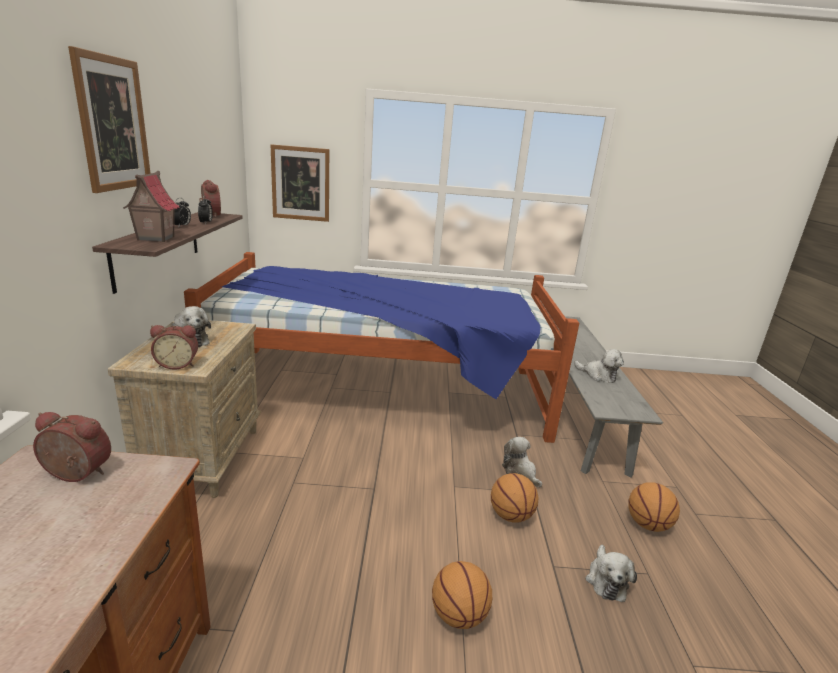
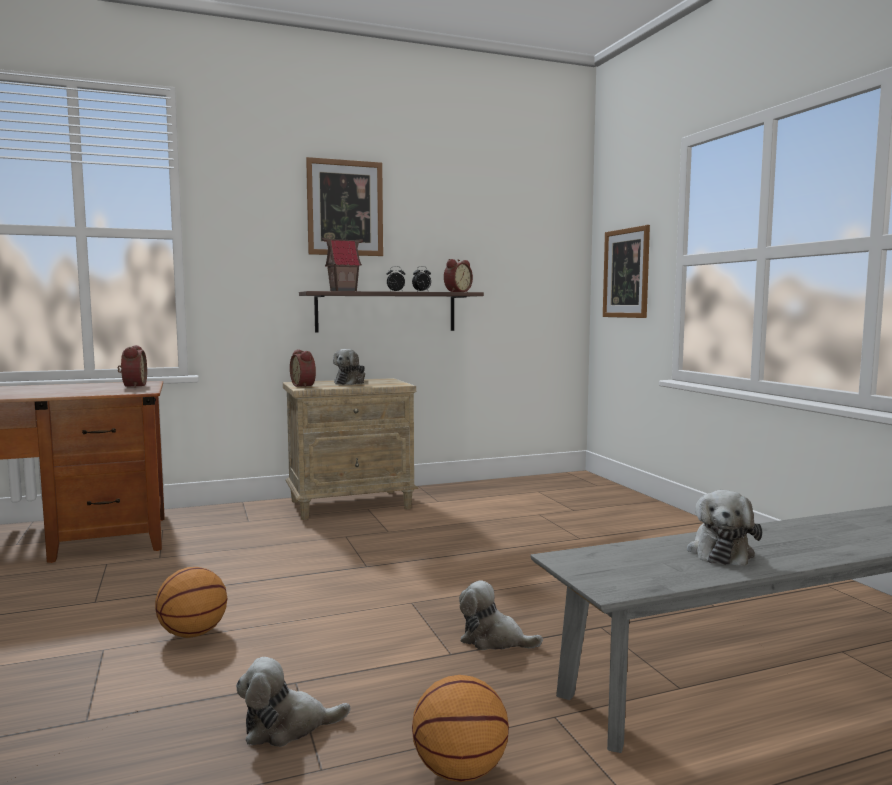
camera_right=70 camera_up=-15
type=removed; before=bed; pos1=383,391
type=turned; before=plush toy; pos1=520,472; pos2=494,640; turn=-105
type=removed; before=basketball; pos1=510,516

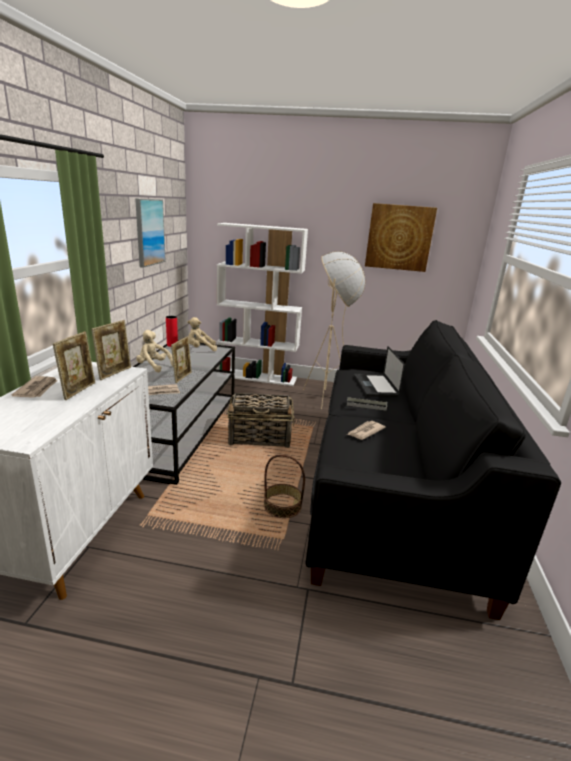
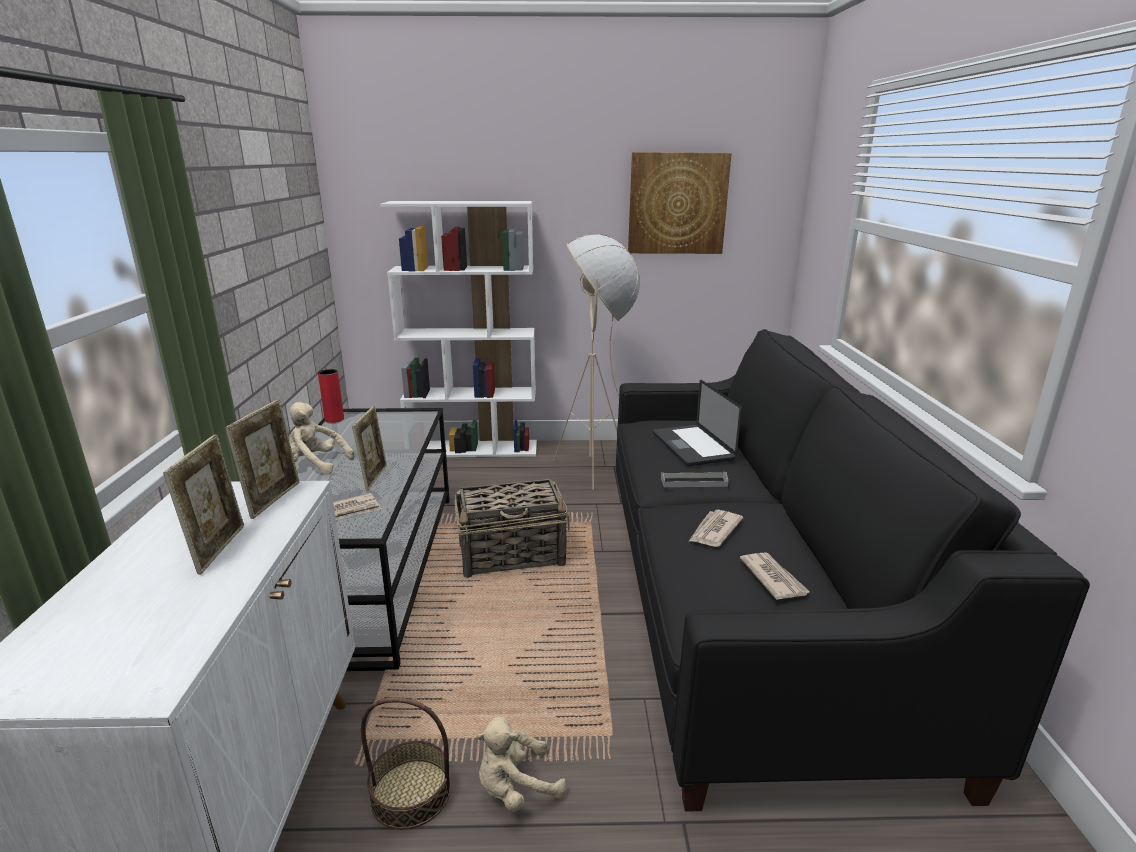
camera_right=-10 camera_up=0
type=removed; before=picture; pos1=149,232
type=moved; before=beige plush toy; pos1=200,349; pos2=516,789
type=moved; before=newspaper; pos1=37,389; pos2=773,578
type=moved; before=basket; pos1=282,505; pos2=411,792

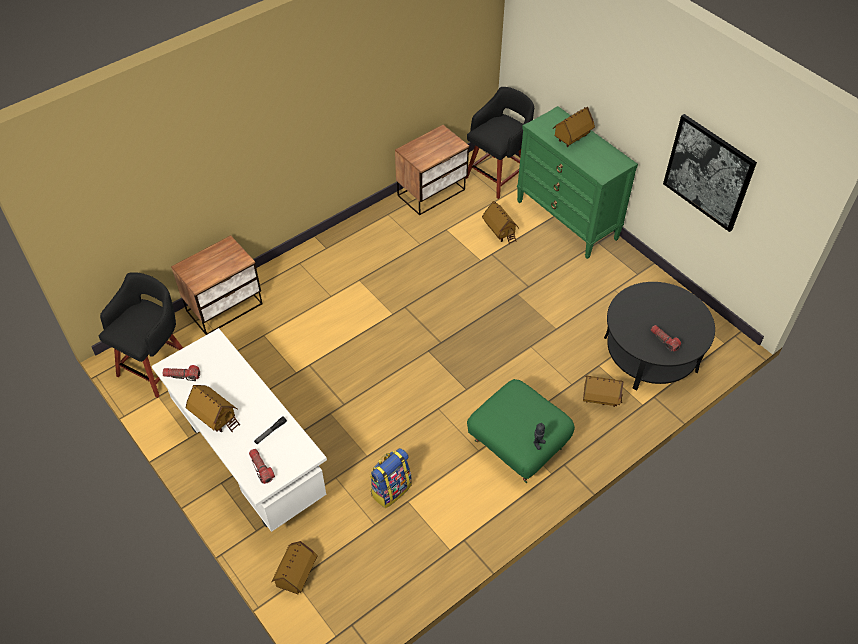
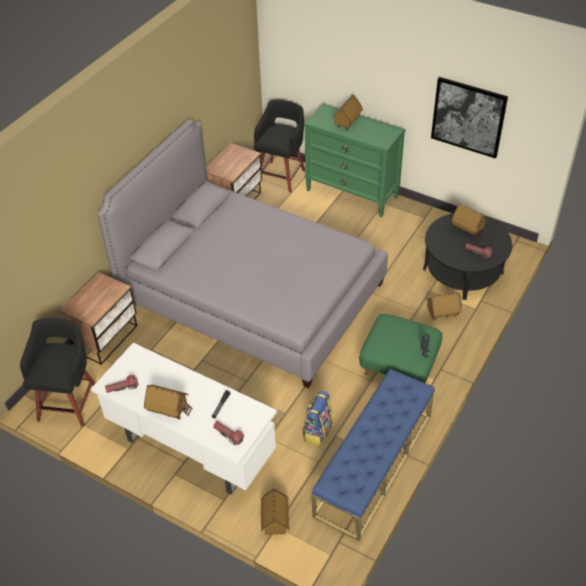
camera_right=-20 camera_up=-5
type=moved; before=toy house; pos1=500,232; pos2=468,230
type=added; after=grey bed; pos2=252,294
type=added; after=blue bench; pos2=373,465

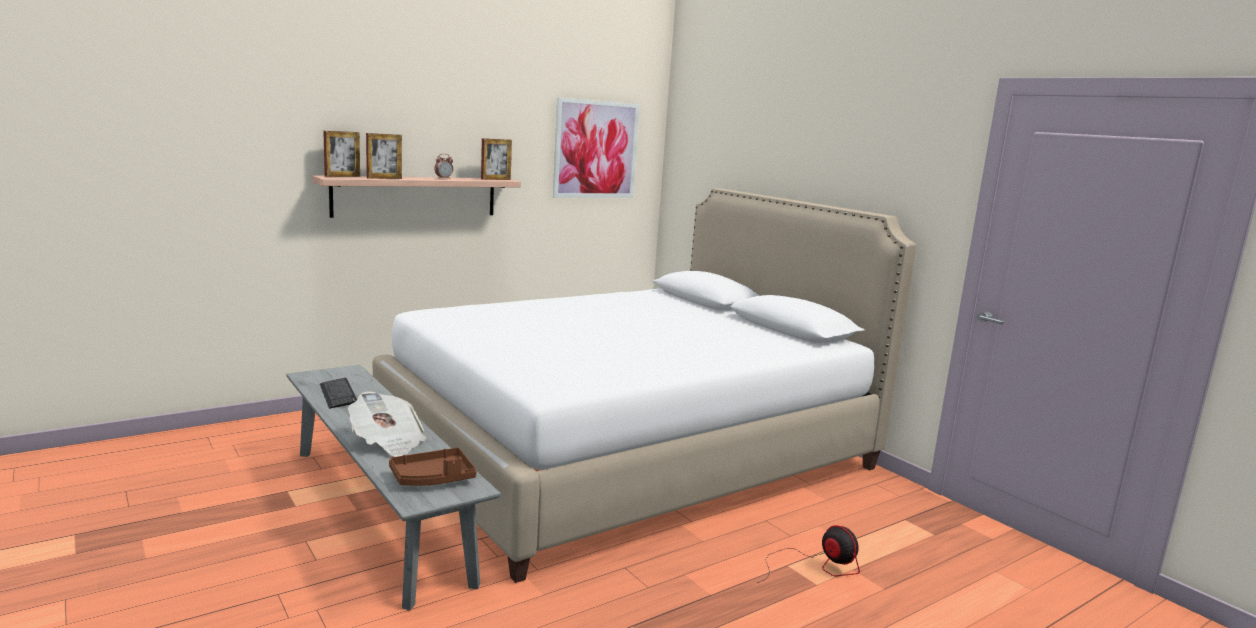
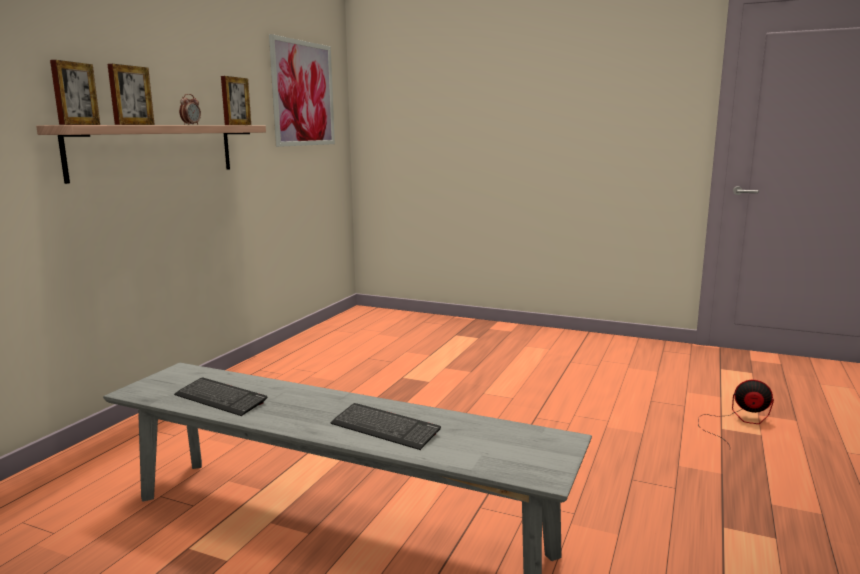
camera_right=-30 camera_up=0
type=removed; before=white bed; pos1=628,453
type=replaced; before=newspaper; after=keyboard; pos1=387,443; pos2=385,428
type=removed; before=brown tray; pos1=433,478

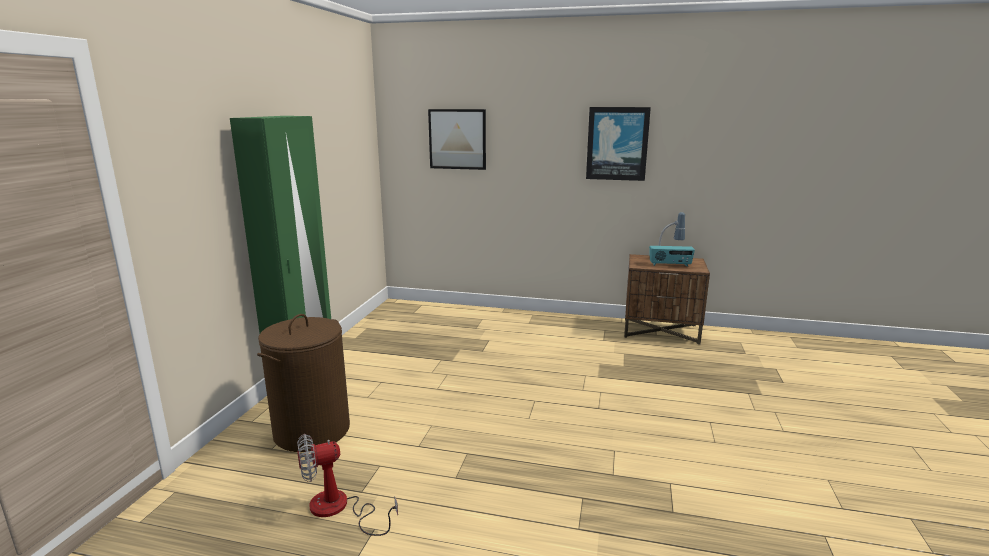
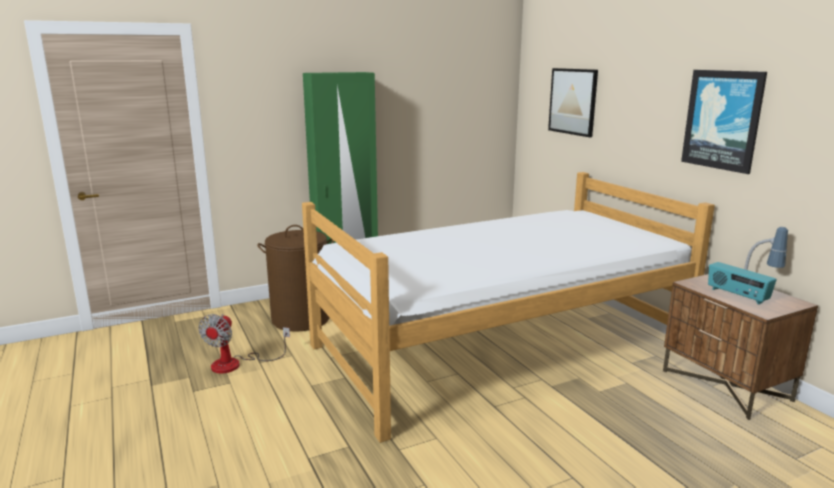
camera_right=50 camera_up=0
type=turned; before=fan; pos1=339,509; pos2=236,364; turn=-105
type=added; after=bed; pos2=501,347

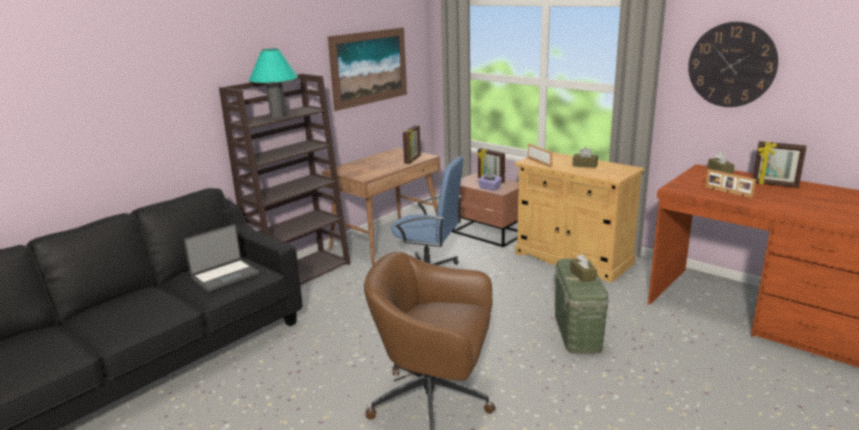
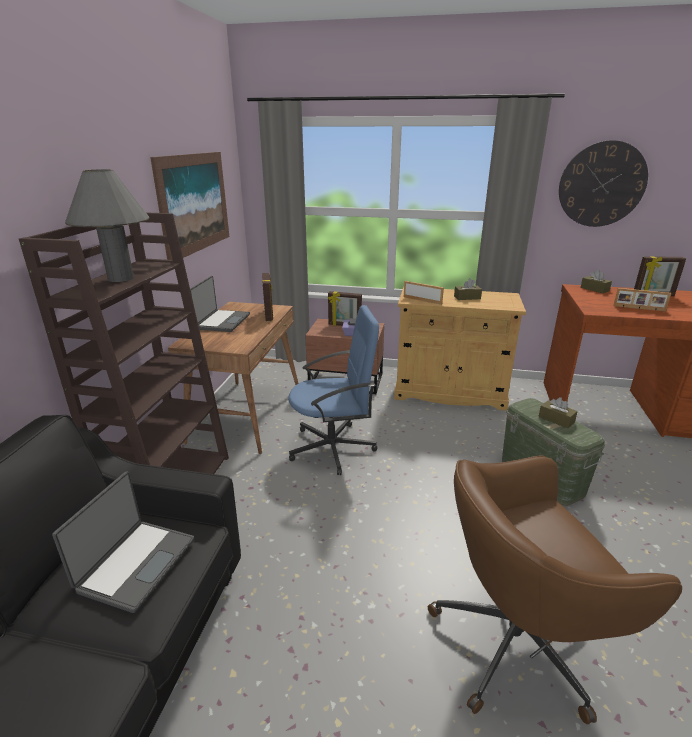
camera_right=-30 camera_up=5
type=recoloured; before=turquoise table lamp; after=grey table lamp; pos1=278,116; pos2=121,278
type=added; after=laptop; pos2=222,321

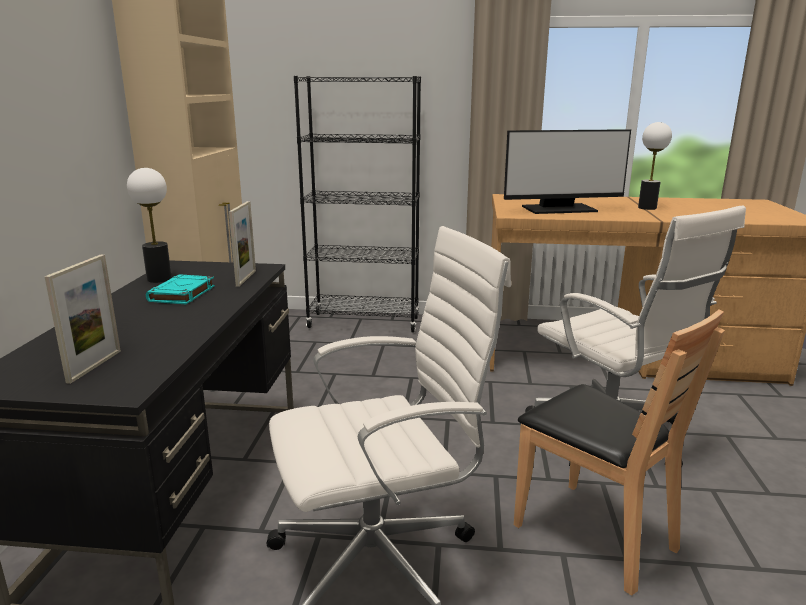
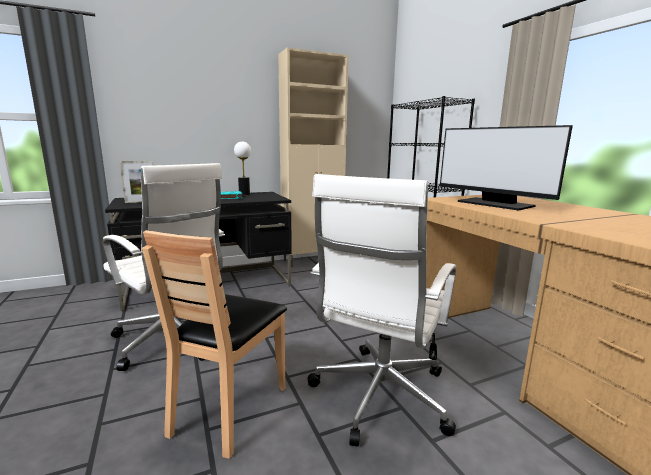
camera_right=60 camera_up=-5
type=removed; before=table lamp; pos1=647,208
type=removed; before=picture frame; pos1=246,278

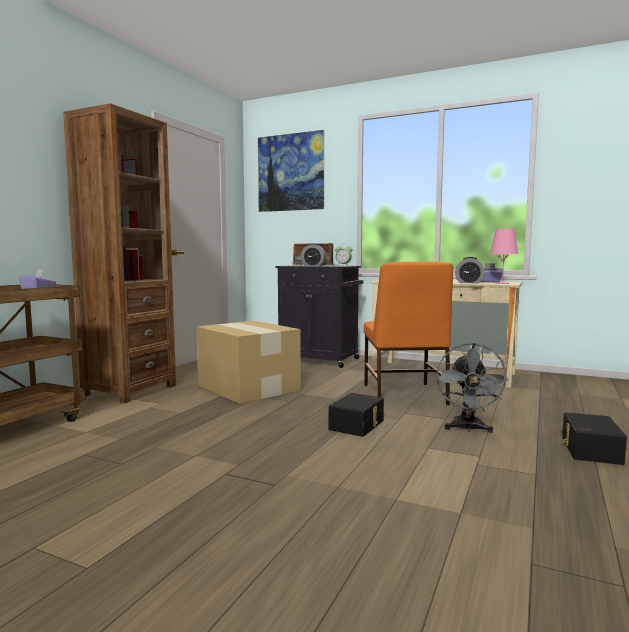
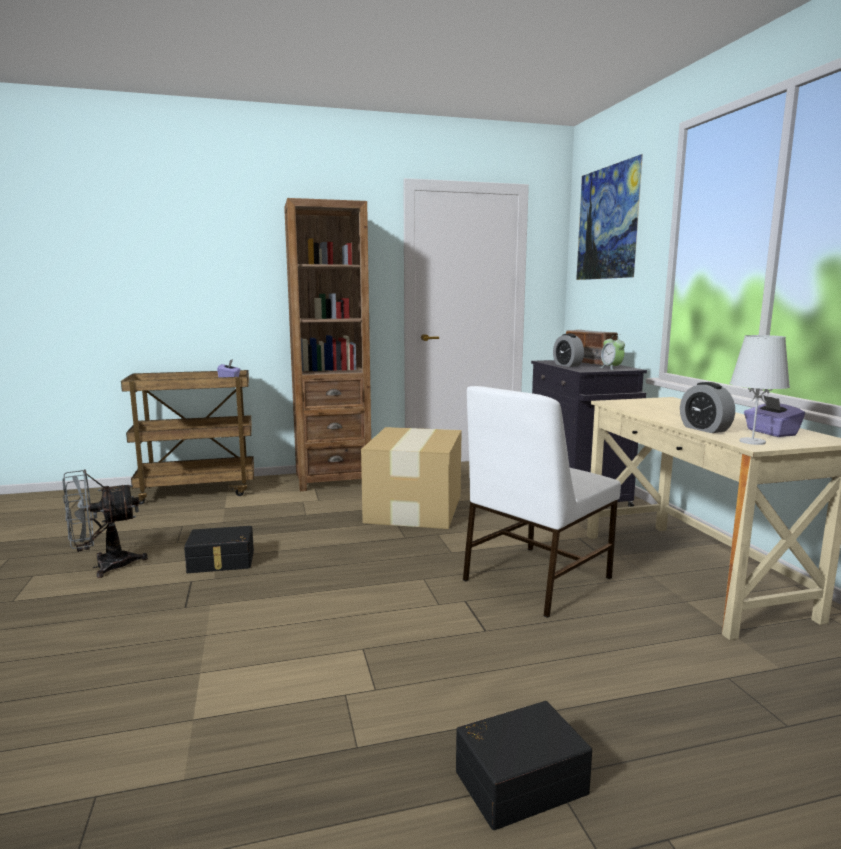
camera_right=50 camera_up=5
type=recoloured; before=pink table lamp; after=white table lamp; pos1=502,283; pos2=752,442
type=recoloured; before=orange chair; after=white chair; pos1=403,395; pos2=534,579
type=moved; before=grey fan; pos1=468,429; pos2=104,566
type=moved; before=black storage box; pos1=358,425; pos2=221,562

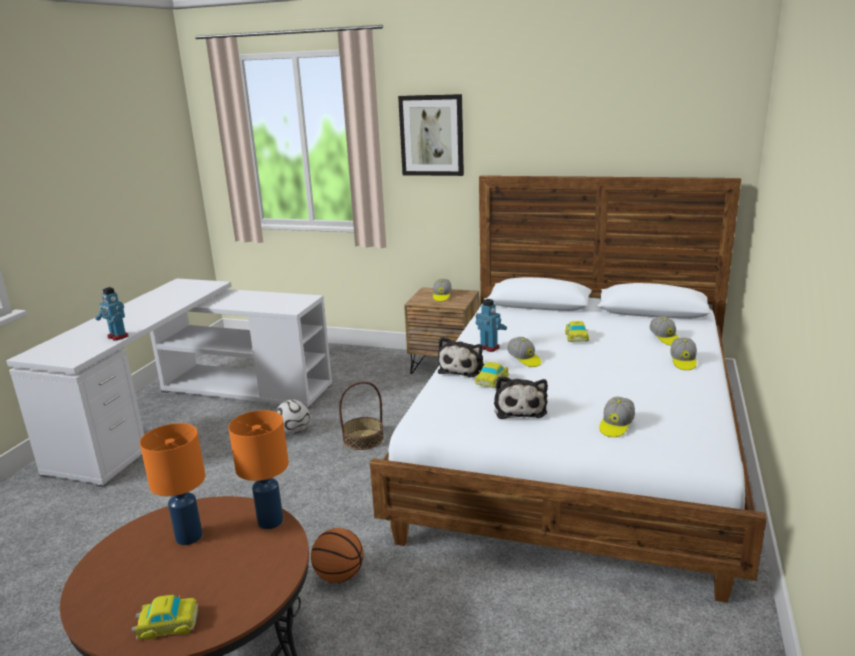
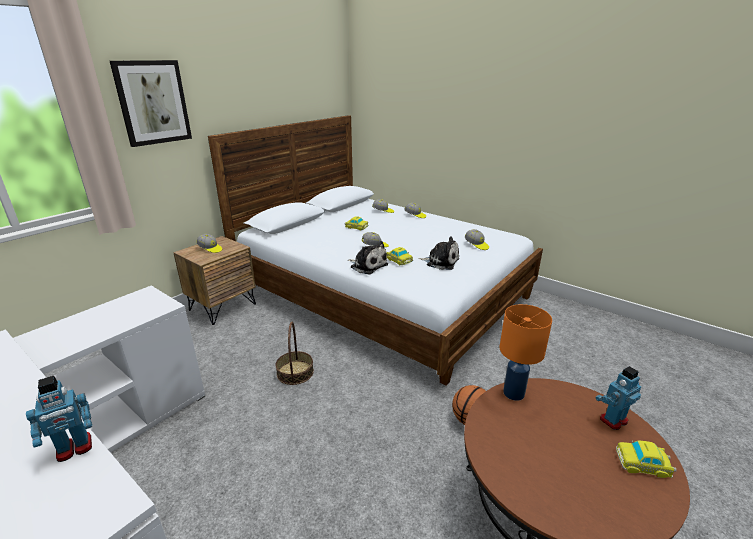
camera_right=-70 camera_up=5
type=moved; before=toy robot; pos1=489,347; pos2=612,420
type=removed; before=football; pos1=294,431
type=removed; before=orange table lamp; pos1=188,537
type=turned; before=toy car; pos1=166,624; pos2=643,463; turn=-90

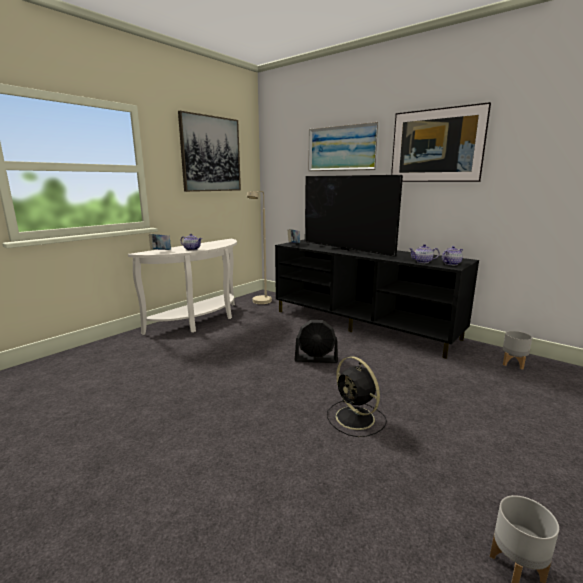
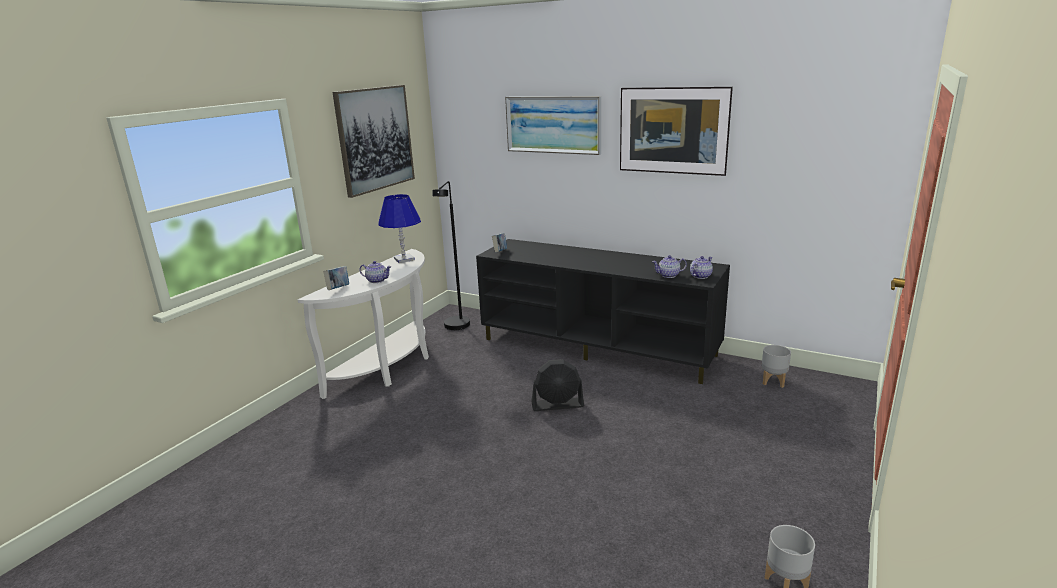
camera_right=-10 camera_up=5
type=removed; before=television; pos1=345,250
type=recoloured; before=beige floor lamp; after=black floor lamp; pos1=260,303; pos2=456,328
type=removed; before=black fan; pos1=356,419
type=added; after=blue table lamp; pos2=404,259

